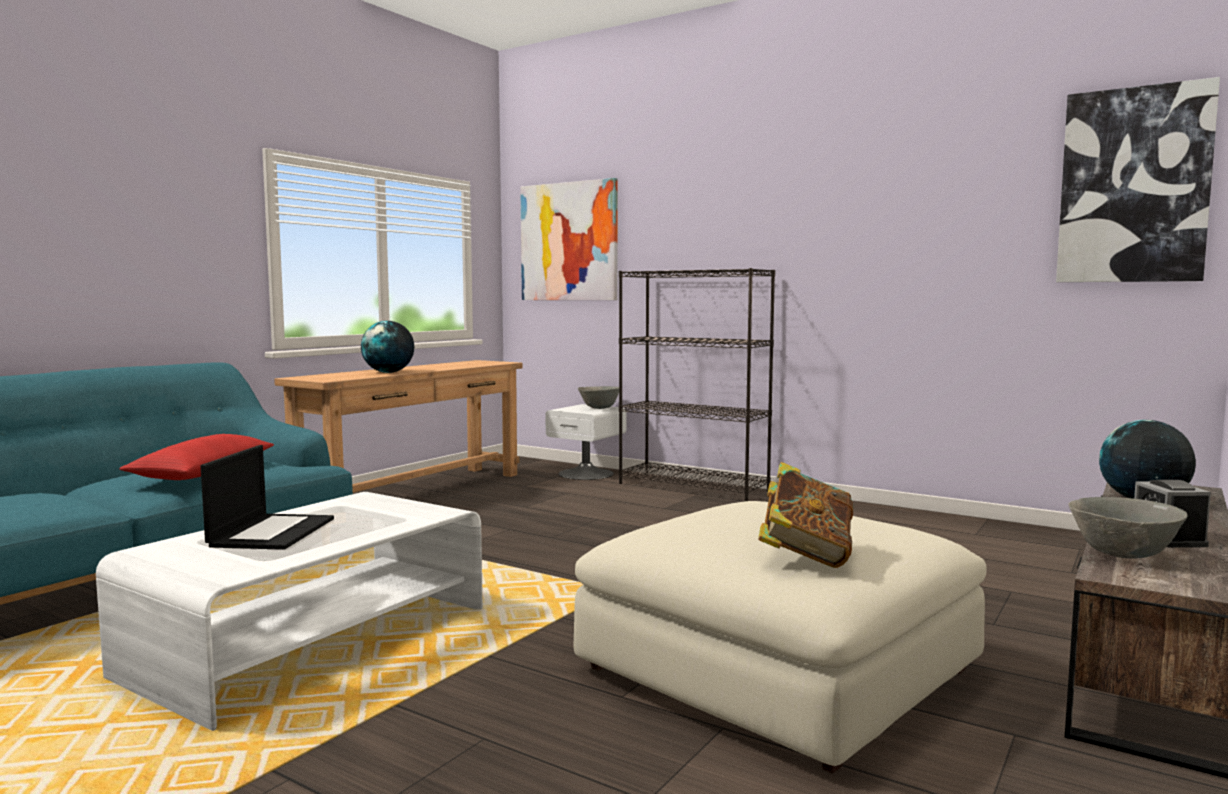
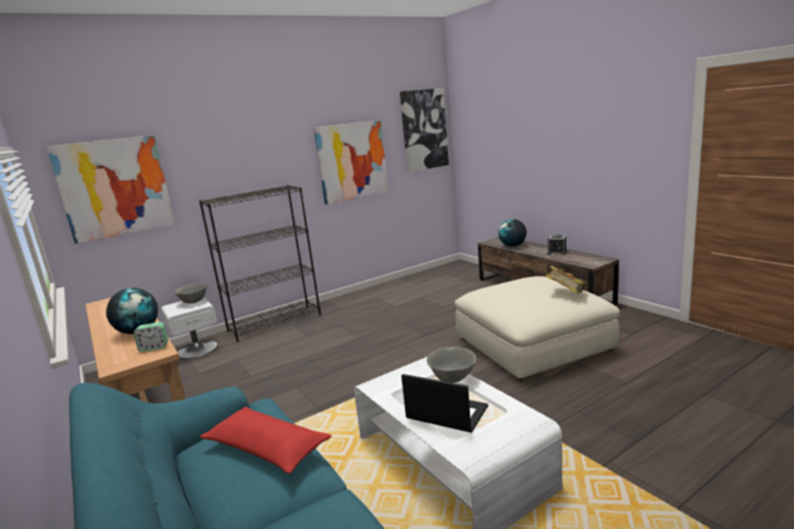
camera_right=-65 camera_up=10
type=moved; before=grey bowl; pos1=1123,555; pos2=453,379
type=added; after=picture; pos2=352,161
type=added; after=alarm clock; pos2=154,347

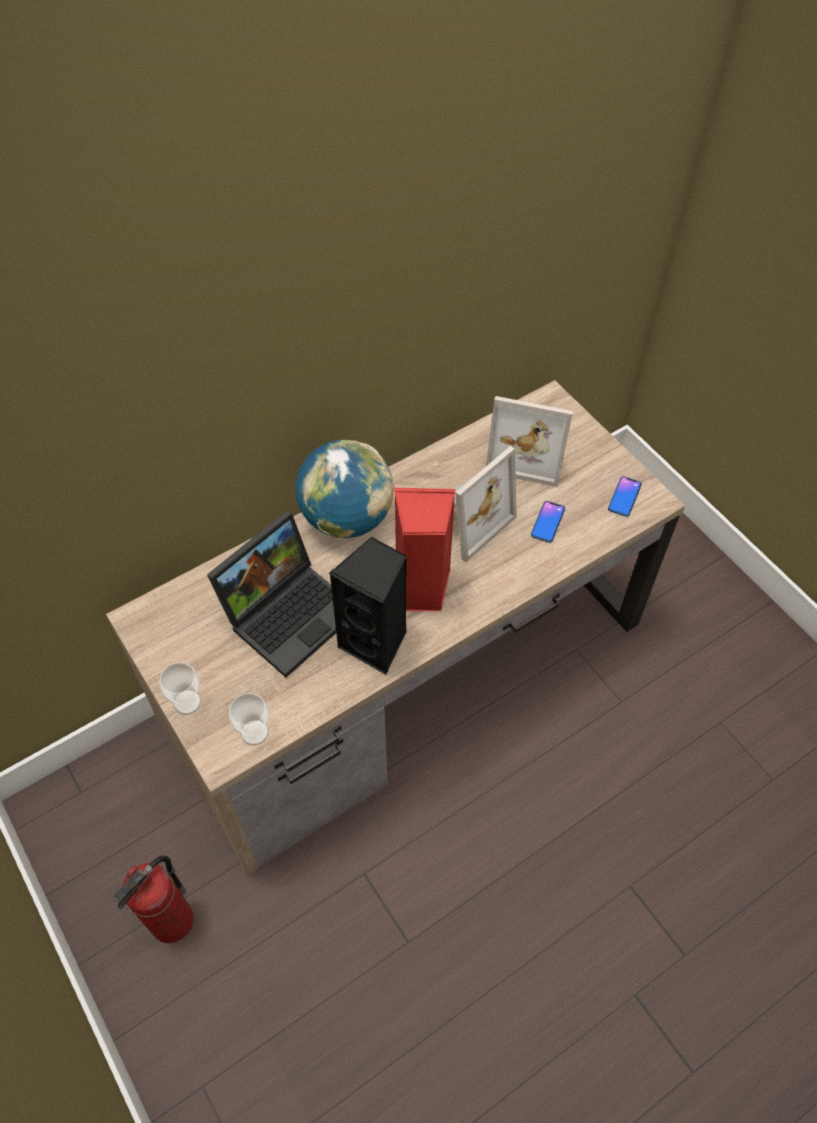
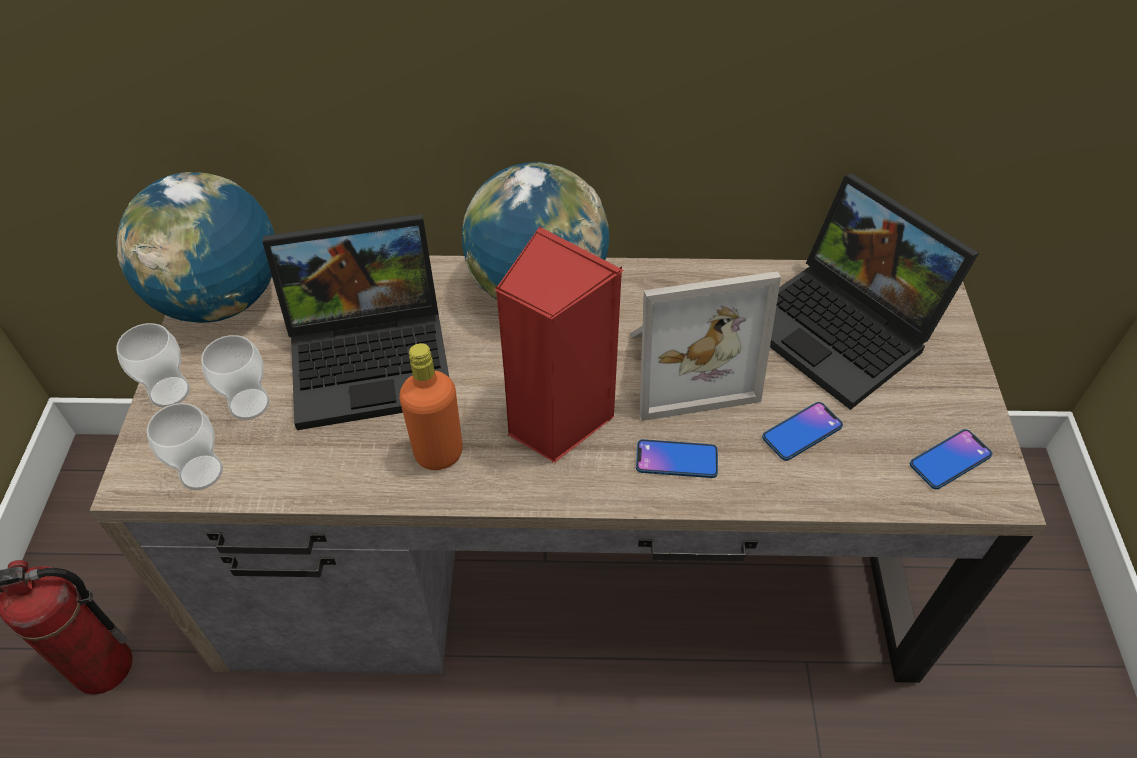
camera_right=35 camera_up=-5
type=replaced; before=picture frame; after=laptop; pos1=528,453; pos2=843,330
type=replaced; before=black speaker; after=orange bottle; pos1=376,643; pos2=439,454
type=added; after=globe; pos2=220,300
type=added; after=cup; pos2=249,404
type=added; after=phone; pos2=676,460

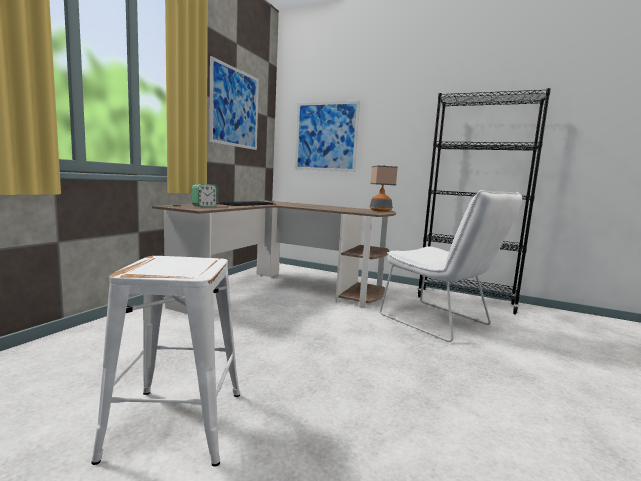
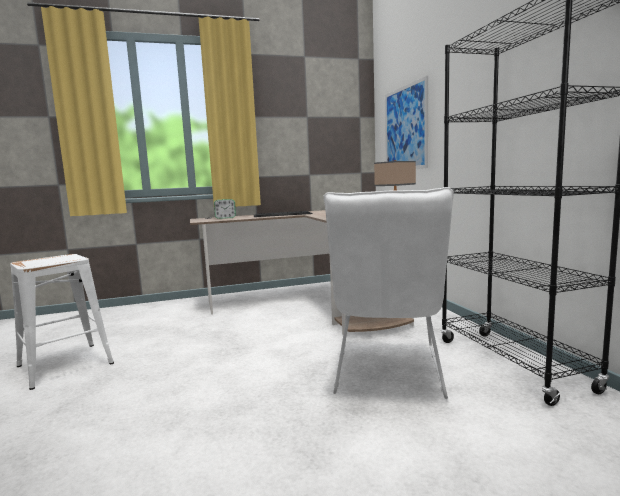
camera_right=50 camera_up=0
type=removed; before=picture; pos1=235,108

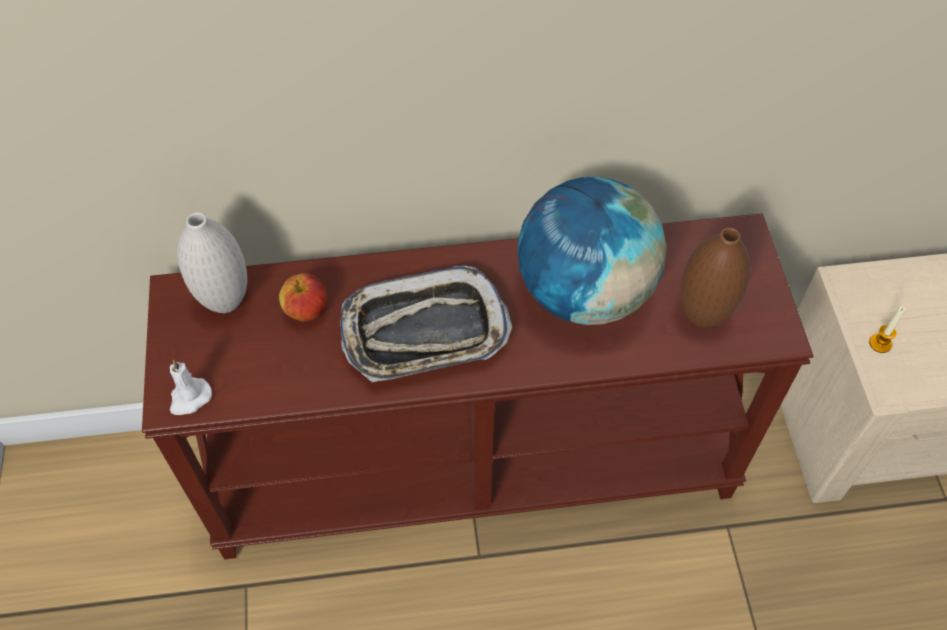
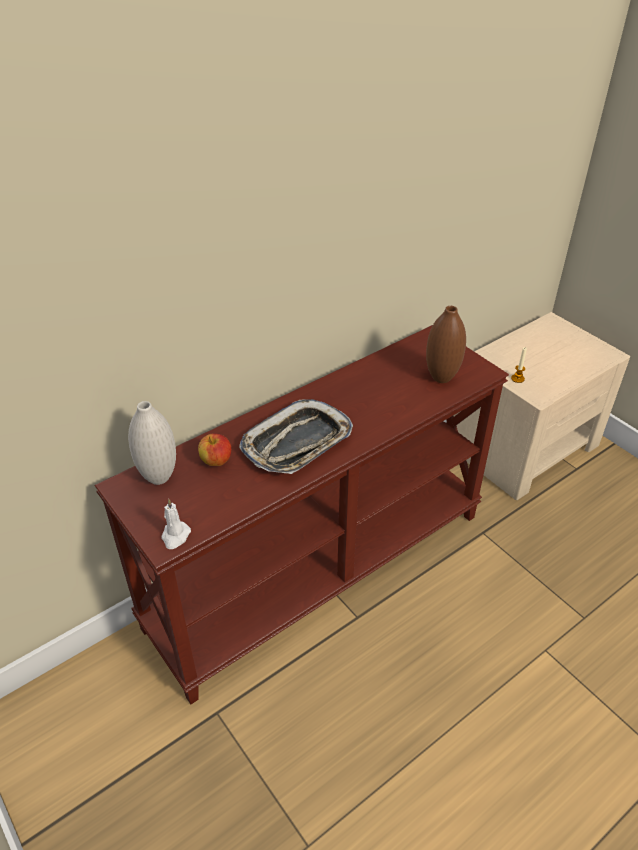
camera_right=-30 camera_up=-15
type=removed; before=globe; pos1=584,292

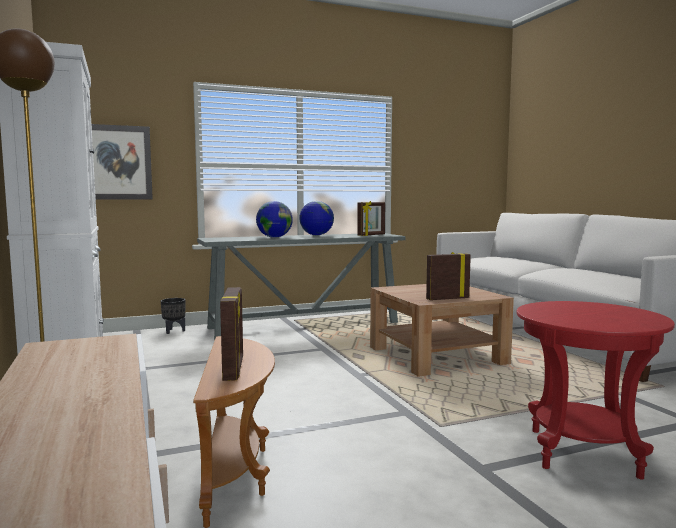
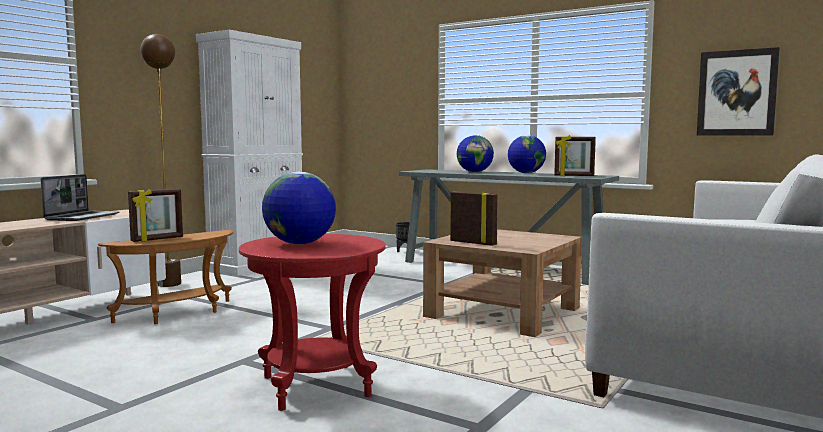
camera_right=55 camera_up=0
type=moved; before=picture; pos1=119,162; pos2=736,93
type=added; after=globe; pos2=299,244
type=added; after=laptop; pos2=82,217

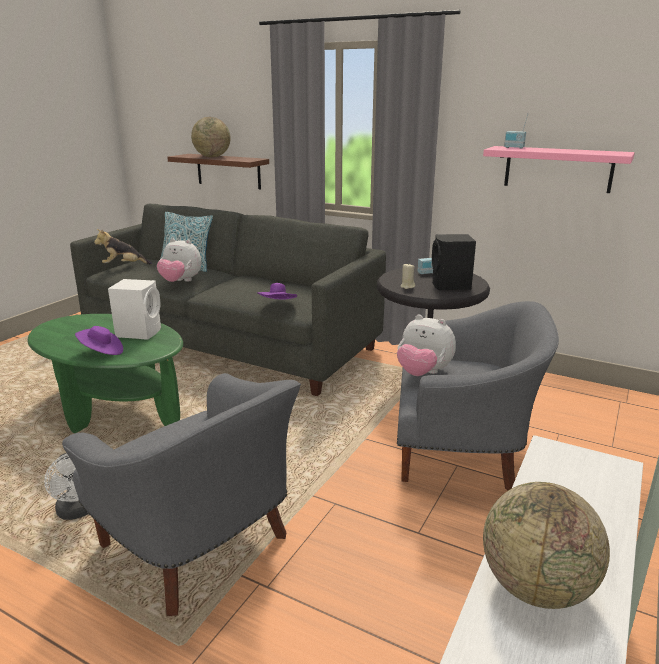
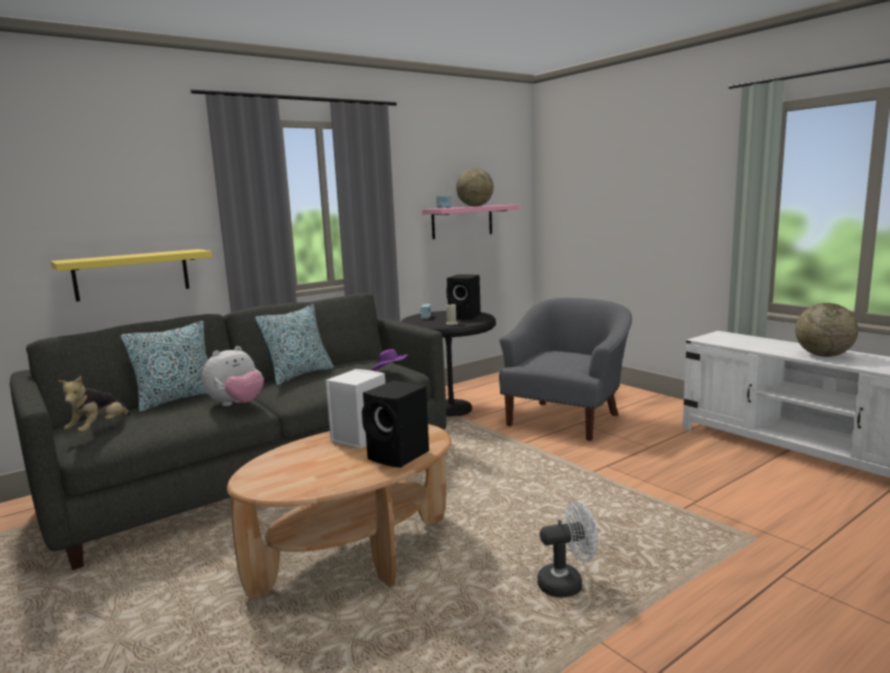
camera_right=-65 camera_up=-10
type=moved; before=globe; pos1=212,157; pos2=475,206
type=recoloured; before=brown shelf; after=yellow shelf; pos1=228,171; pos2=132,274
type=recoloured; before=green coffee table; after=brown coffee table; pos1=116,409; pos2=355,556
type=removed; before=plush toy; pos1=423,373
type=replaced; before=purple hat; after=black speaker; pos1=101,352; pos2=399,456
type=removed; before=grey armchair; pos1=199,546
type=added; after=pillow; pos2=299,375

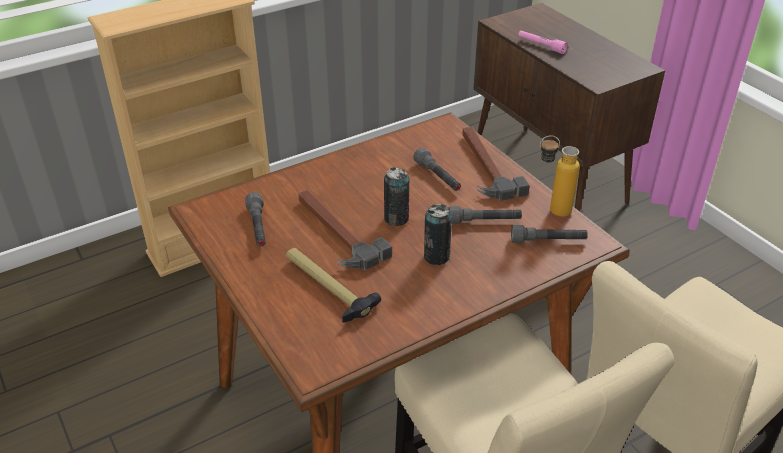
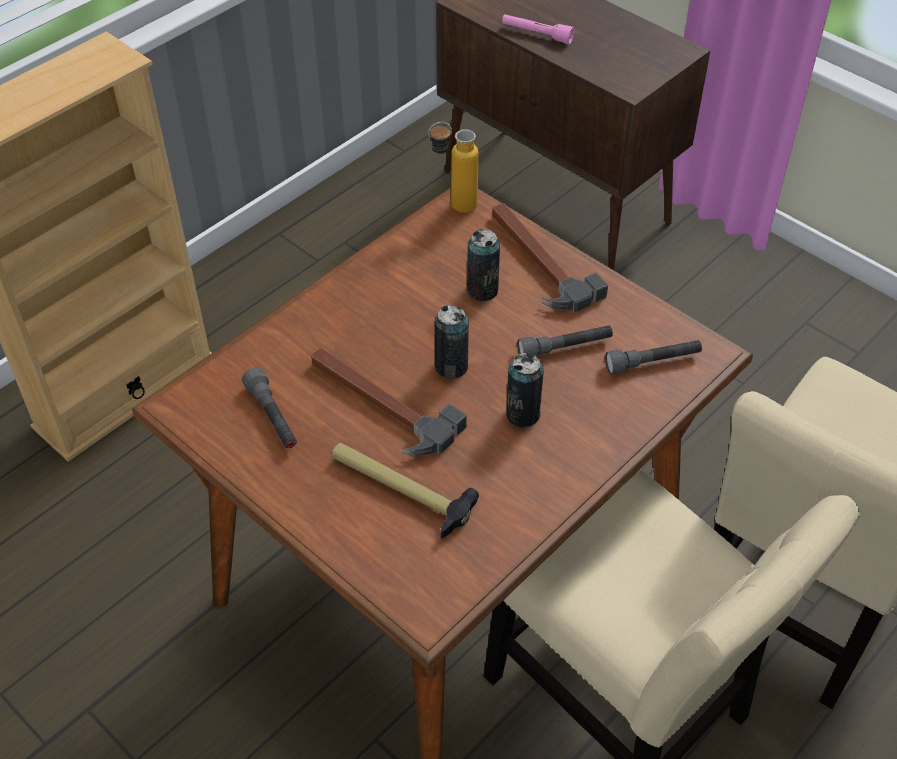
camera_right=-15 camera_up=10
type=moved; before=bottle; pos1=551,210; pos2=453,207
type=replaced; before=grey flashlight; after=can; pos1=437,177; pos2=482,290

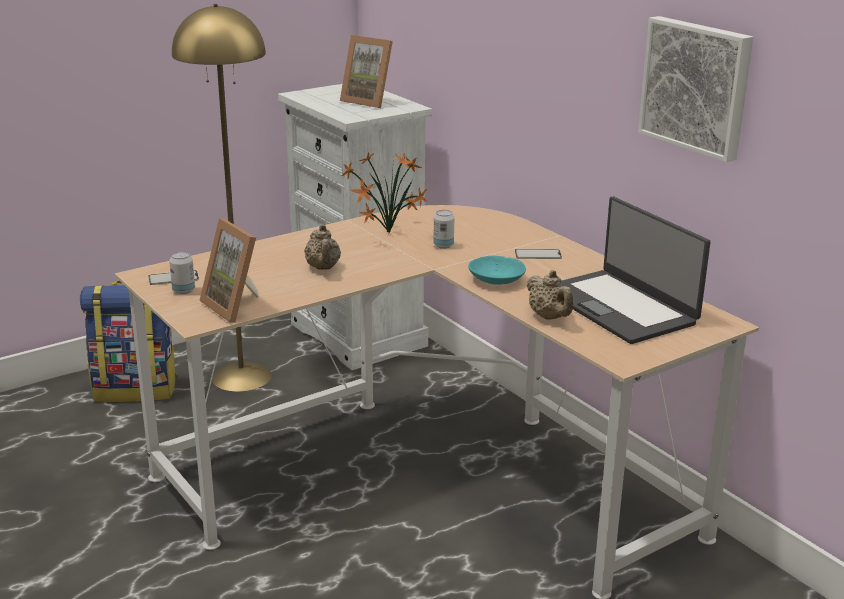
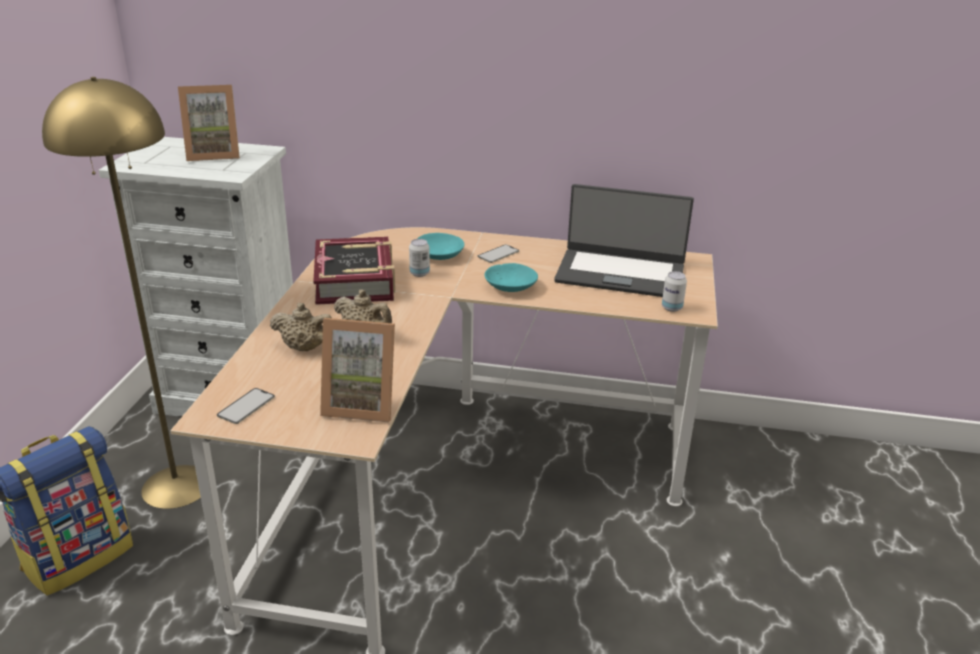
camera_right=-45 camera_up=5
type=removed; before=picture; pos1=697,86
type=replaced; before=potted plant; after=book; pos1=386,233; pos2=355,280
type=moved; before=can; pos1=183,290; pos2=672,308
type=moved; before=beige teapot; pos1=549,317; pos2=305,348
type=added; after=turquoise bowl; pos2=440,255

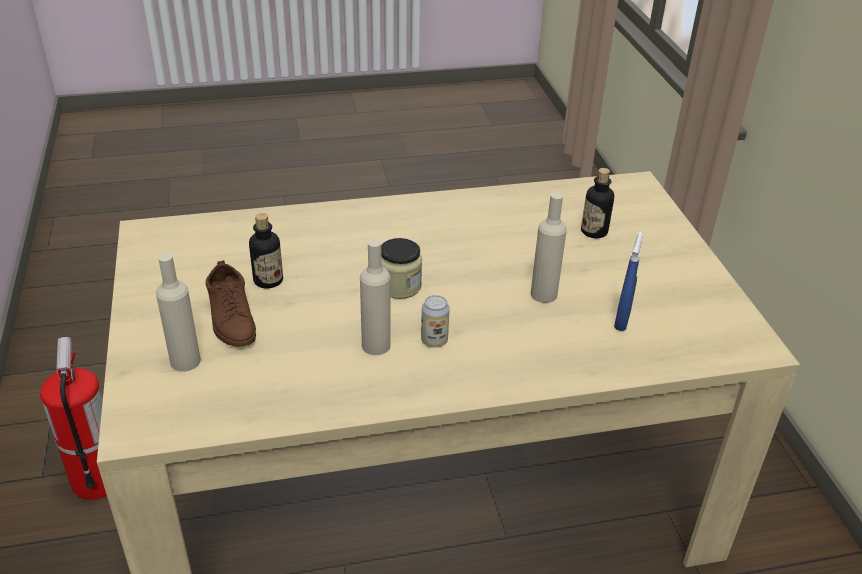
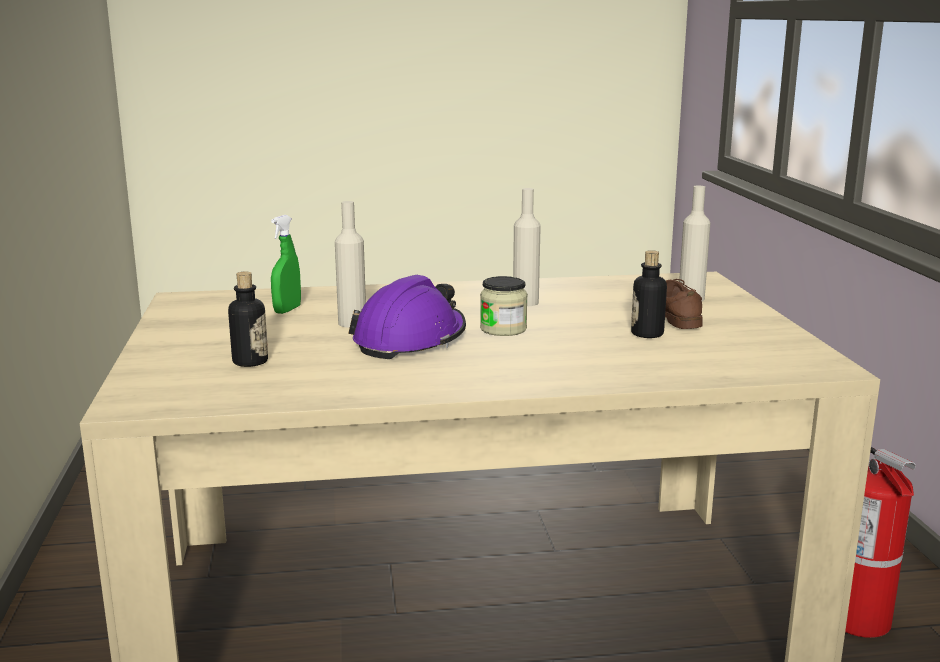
camera_right=-175 camera_up=-20
type=recoloured; before=blue spray bottle; after=green spray bottle; pos1=622,320; pos2=287,310
type=removed; before=can; pos1=434,340
type=added; after=purple hard hat; pos2=410,340

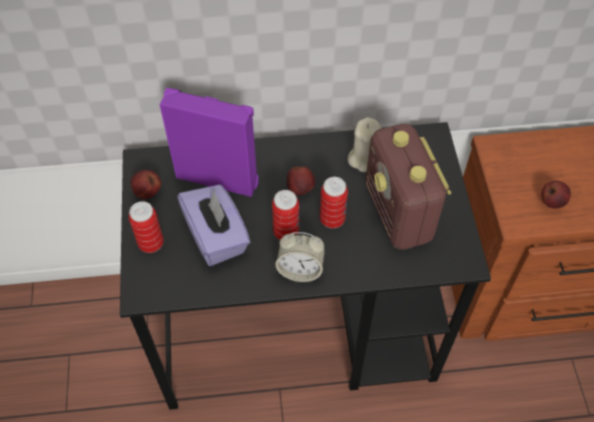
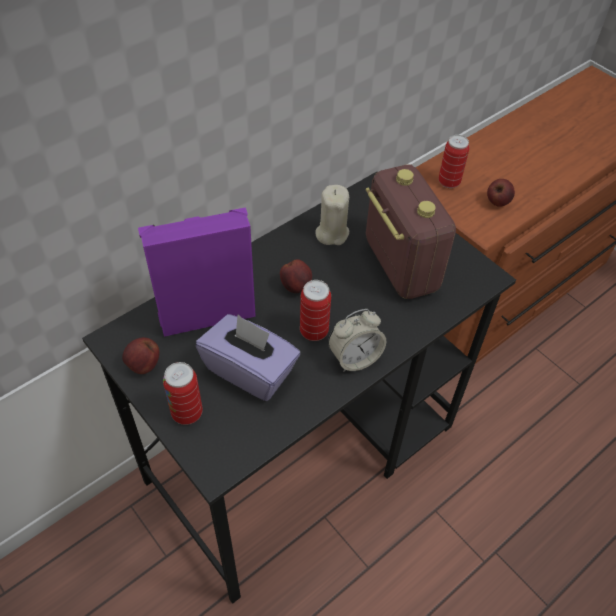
camera_right=-35 camera_up=-5
type=turned; before=radio; pos1=399,214; pos2=400,265; turn=-150
type=moved; before=can; pos1=332,219; pos2=449,182

